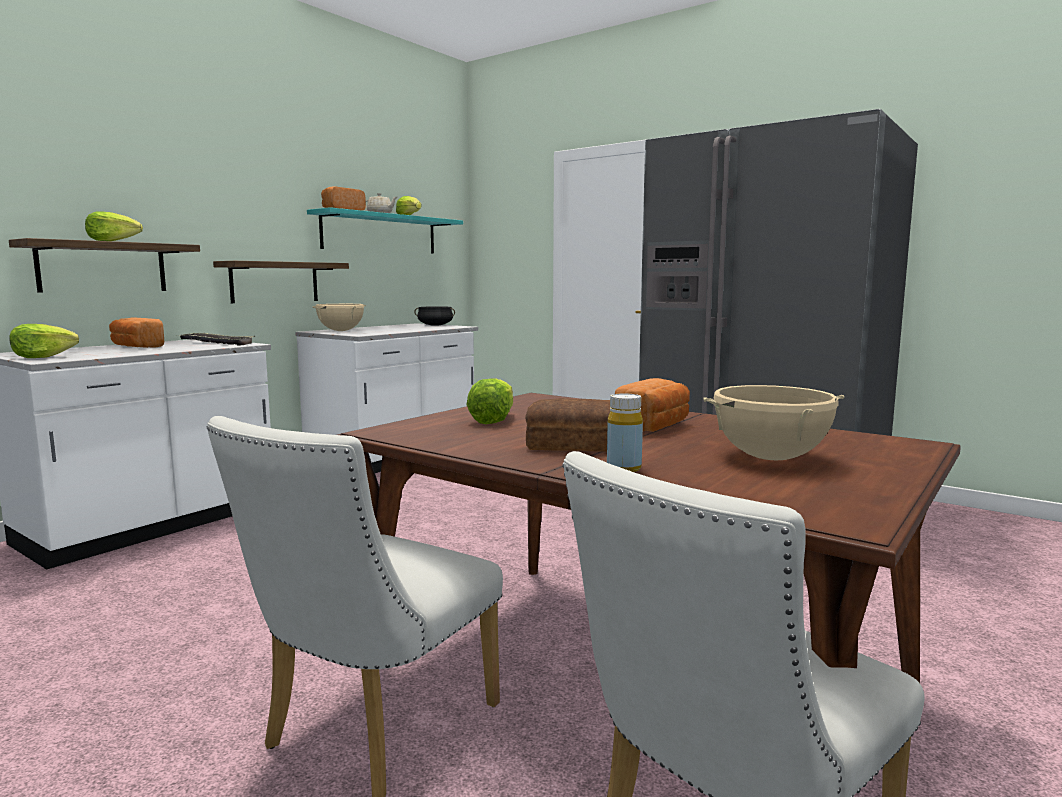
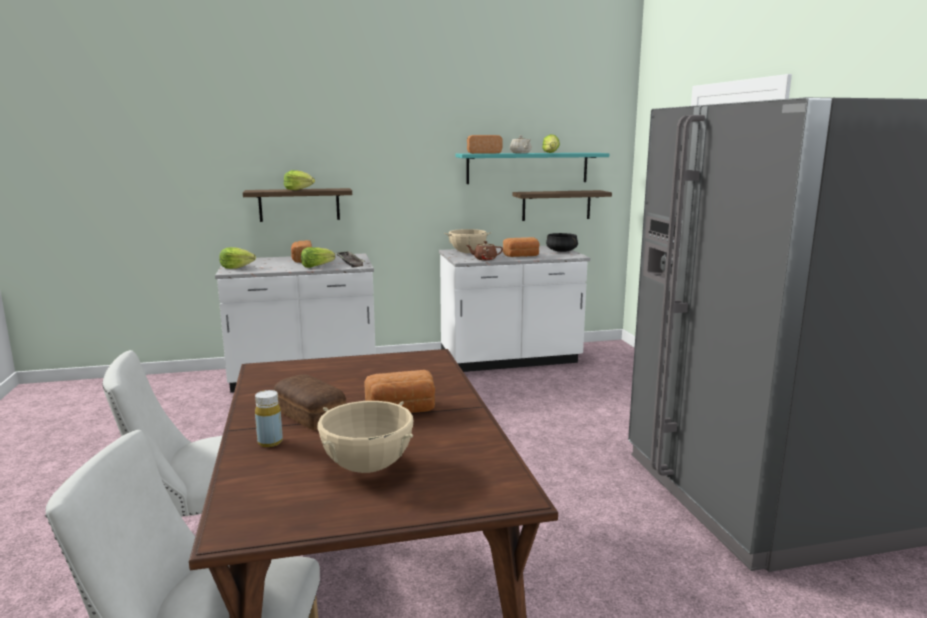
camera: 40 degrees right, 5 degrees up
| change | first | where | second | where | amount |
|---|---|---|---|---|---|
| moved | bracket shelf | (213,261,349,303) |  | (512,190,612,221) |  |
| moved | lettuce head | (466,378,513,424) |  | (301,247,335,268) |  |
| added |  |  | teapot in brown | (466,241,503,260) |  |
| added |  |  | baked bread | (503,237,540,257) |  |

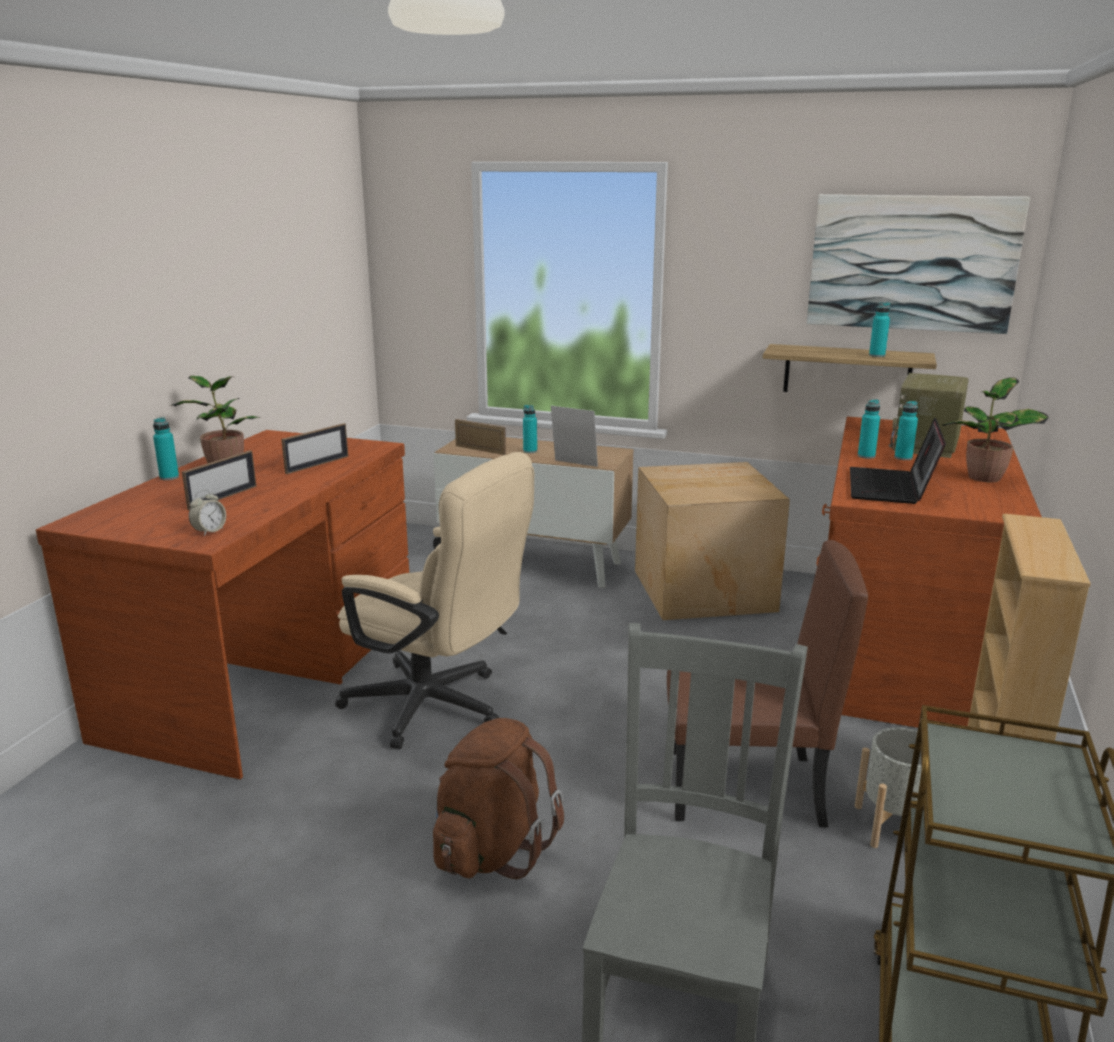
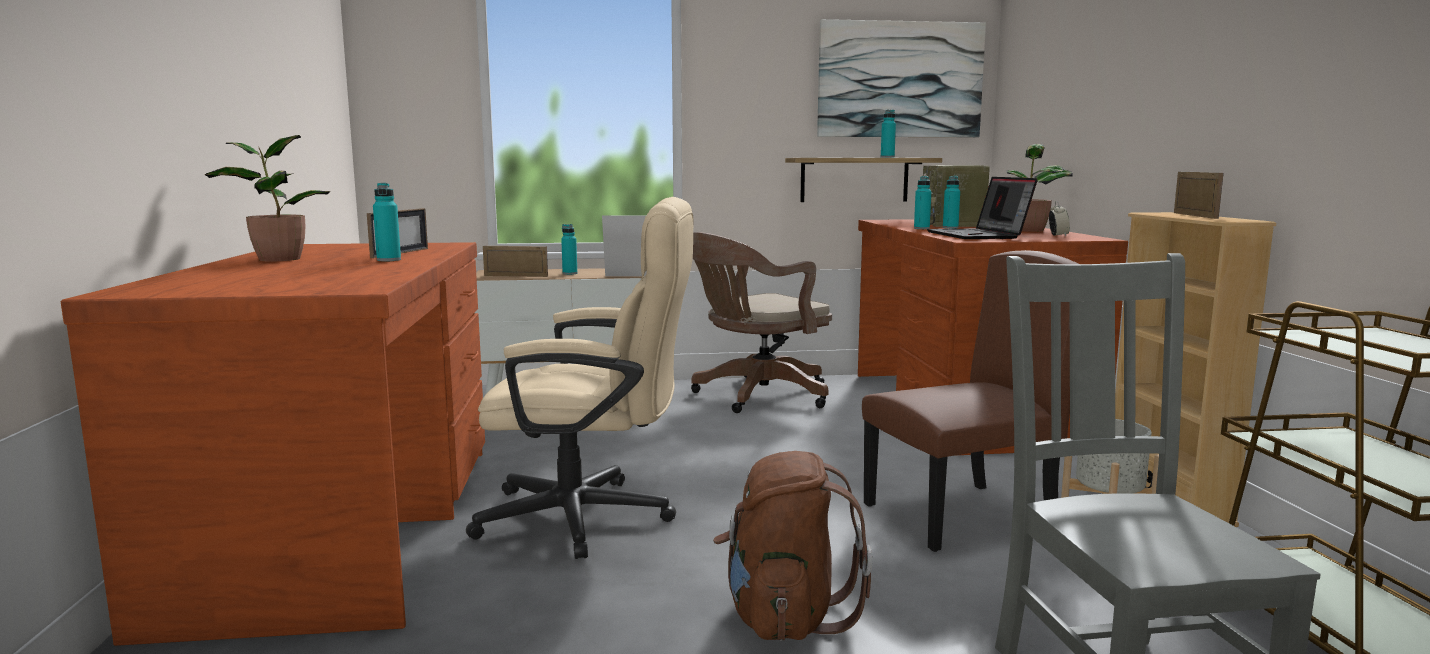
camera: 25 degrees left, 10 degrees down
| change | first | where | second | where | amount |
|---|---|---|---|---|---|
| moved | drink bottle in turquoise | (153,417,179,480) |  | (373,183,401,261) |  |
| moved | photo frame | (182,450,256,510) |  | (1174,172,1224,219) |  |
| moved | bedside clock | (189,489,226,536) |  | (1049,201,1070,236) |  |
| replaced | packing box | (635,462,790,620) | computer chair in brown | (691,232,832,413) |  |

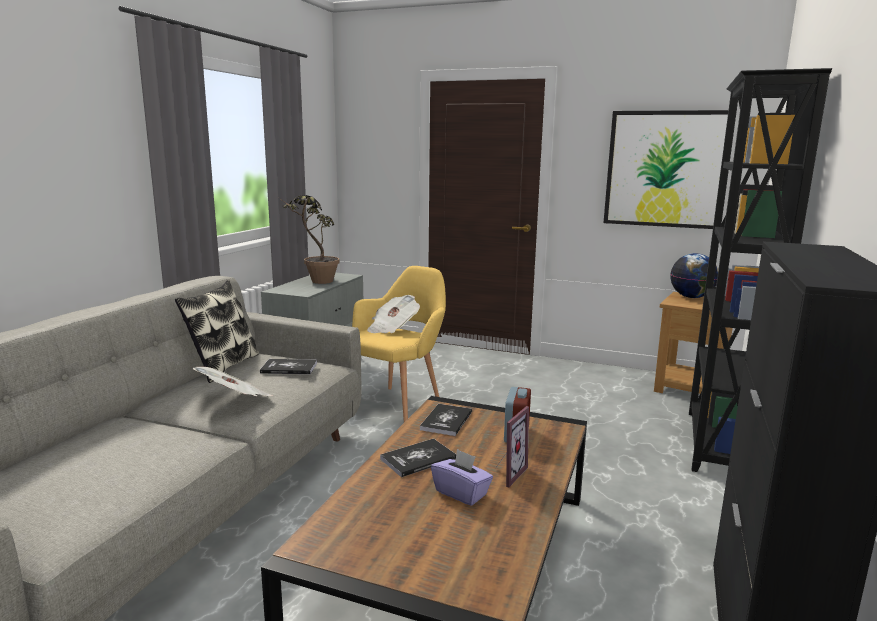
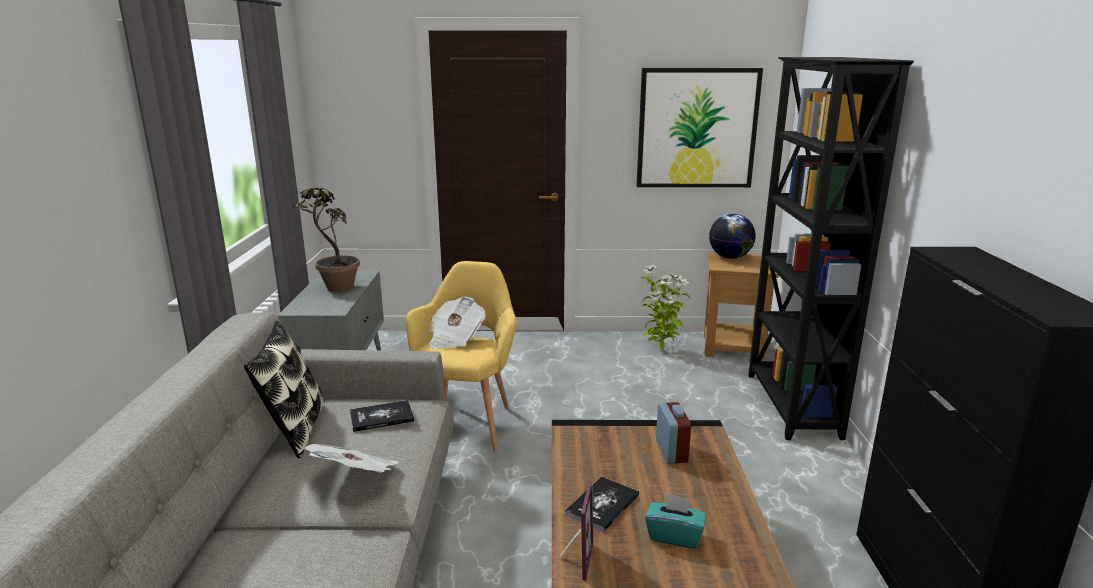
camera: 20 degrees left, 5 degrees up
| change | first | where | second | where | amount |
|---|---|---|---|---|---|
| removed | bound book | (420,404,472,436) |  |  |  |
| recoloured | box of tissues in purplish | (431,449,493,506) | box of tissues in turquoise | (645,493,706,549) |  |
| moved | photo frame | (495,406,529,487) |  | (560,481,593,580) |  |
| added |  |  | houseplant | (641,265,690,351) |  |

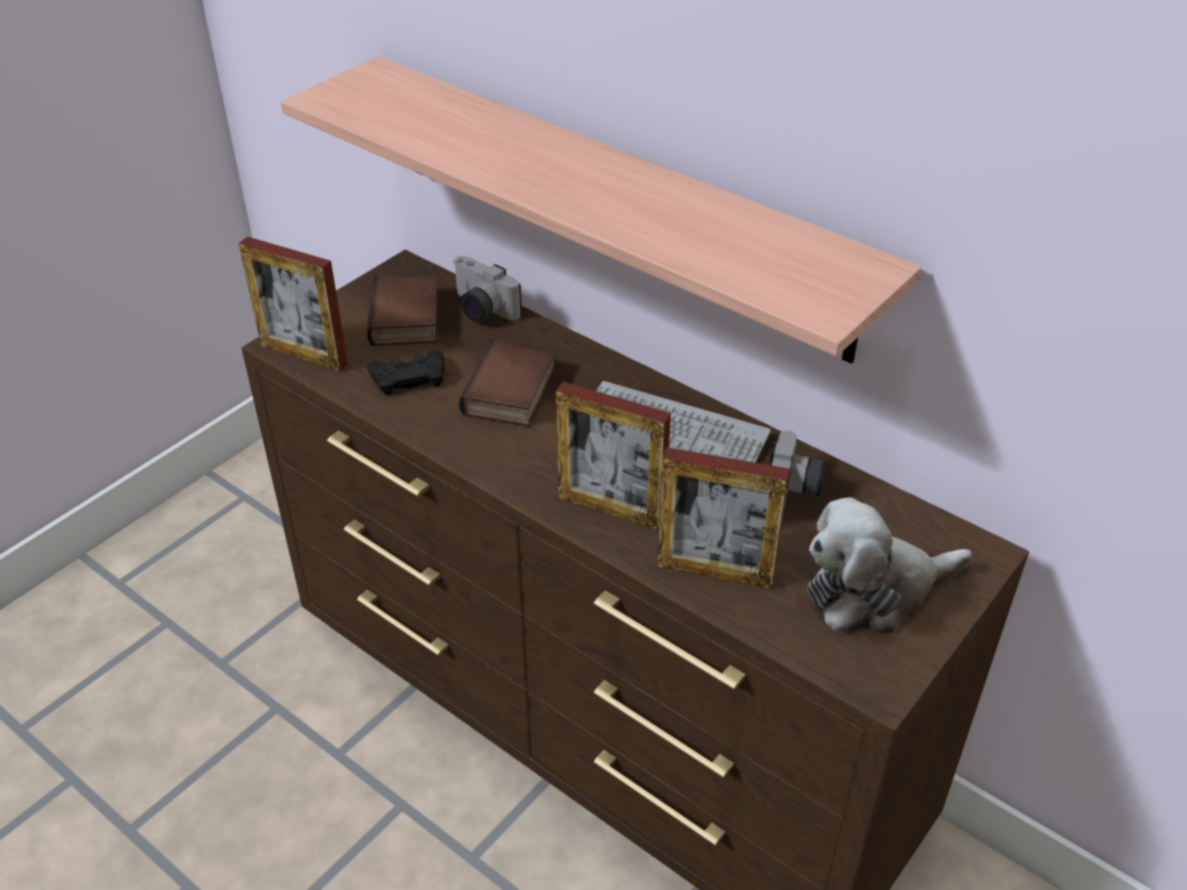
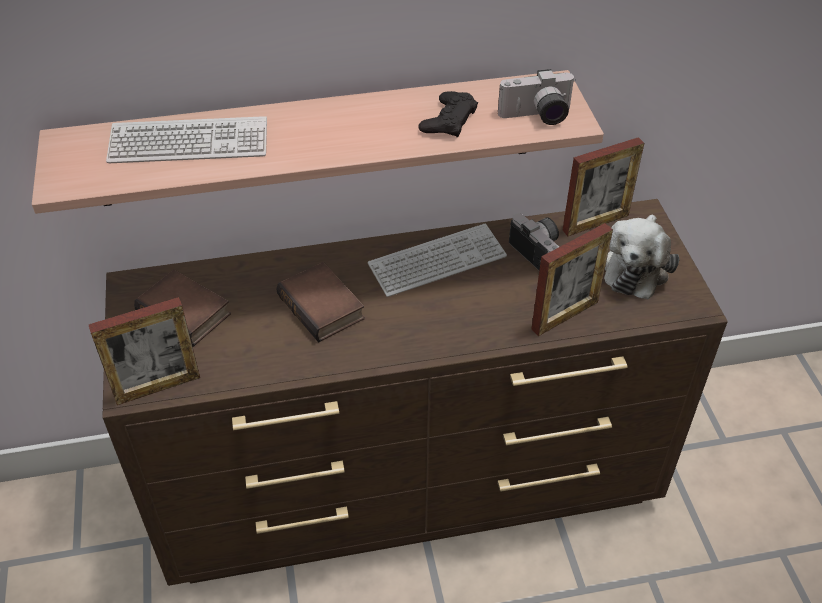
camera: 50 degrees left, 5 degrees up
| change | first | where | second | where | amount |
|---|---|---|---|---|---|
| moved | gamepad in black-coloured | (367,350,445,395) |  | (418,91,478,138) |  |
| moved | photo camera | (453,256,522,322) |  | (498,69,576,125) |  |
| moved | photo frame | (556,382,671,531) |  | (563,137,644,236) |  |
| added |  |  | keyboard | (106,116,267,163) |  |

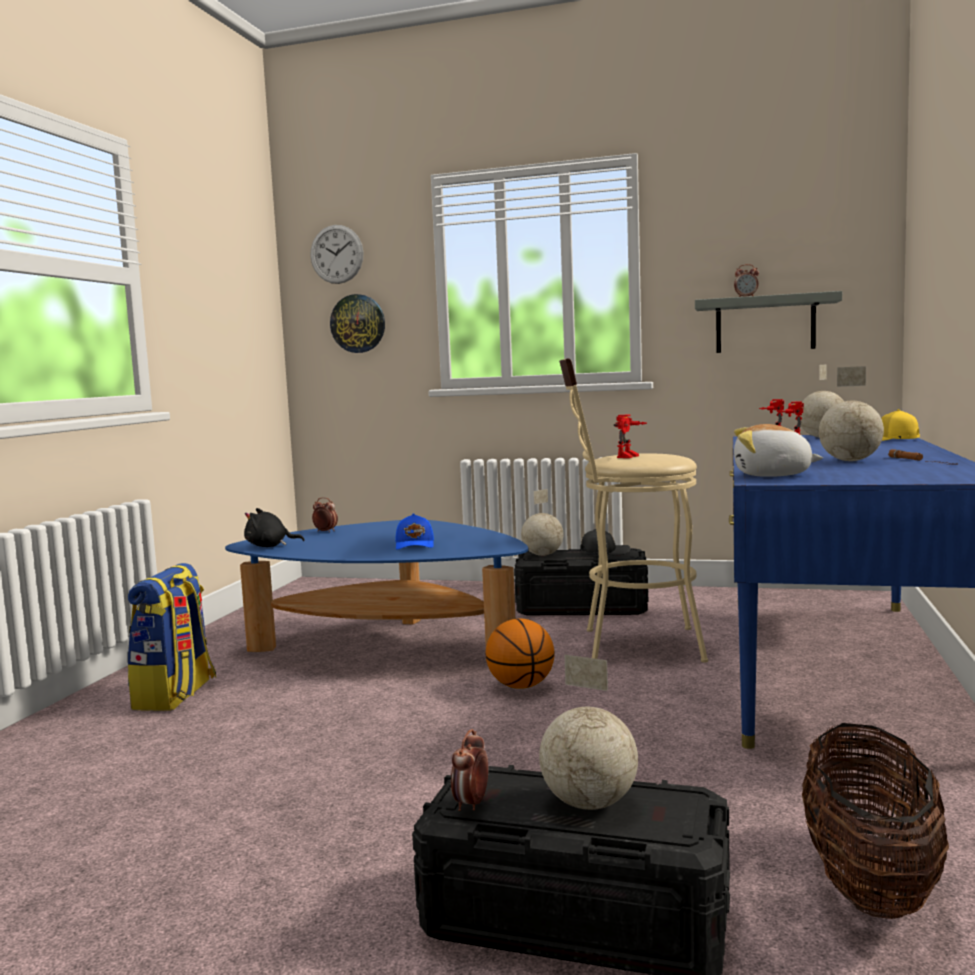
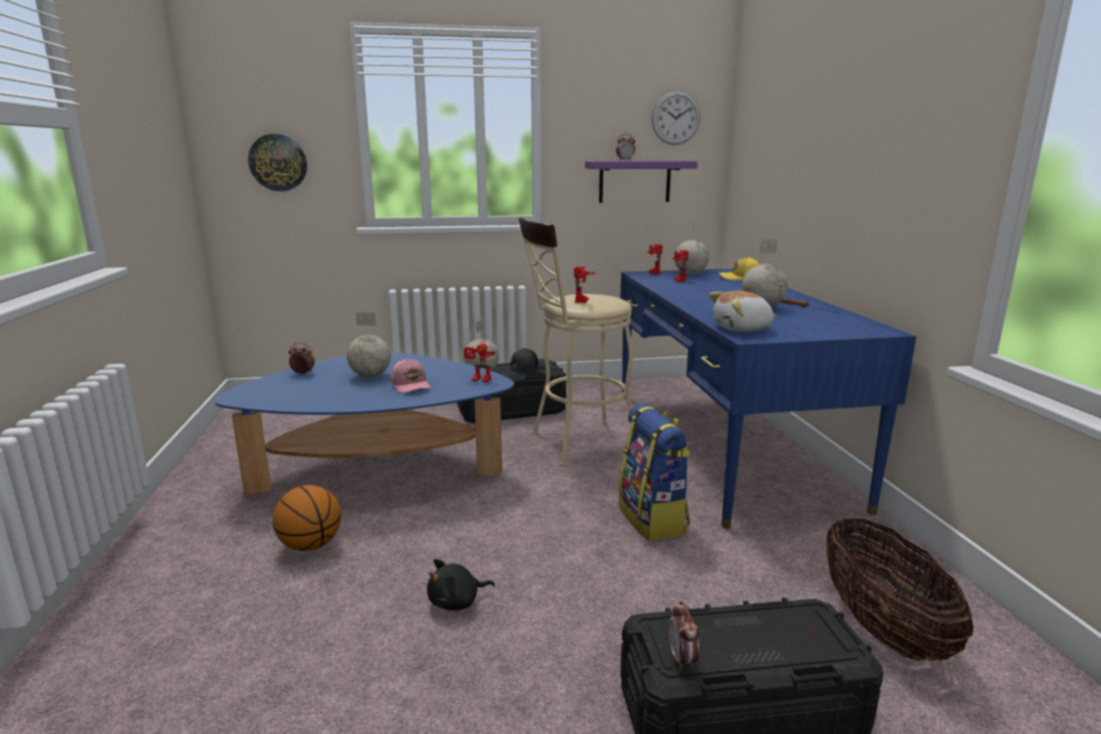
camera: 25 degrees left, 10 degrees up
| change | first | where | second | where | amount |
|---|---|---|---|---|---|
| moved | backpack | (127,563,216,711) |  | (618,403,691,541) |  |
| moved | plush toy in black-coloured | (244,508,305,547) |  | (427,559,495,611) |  |
| moved | wall clock | (310,225,364,284) |  | (652,91,700,145) |  |
| recoloured | baseball cap in blue | (396,513,434,550) | baseball cap in pink-coloured | (391,358,431,393) |  |
| moved | ball for basketball | (486,619,555,689) |  | (273,485,341,551) |  |
| moved | world globe | (539,655,638,810) |  | (347,312,391,377) |  |
| recoloured | bracket shelf in greyish | (695,291,842,353) | bracket shelf in purplish | (585,161,698,203) |  |
| added |  |  | model robot | (464,344,495,382) |  |

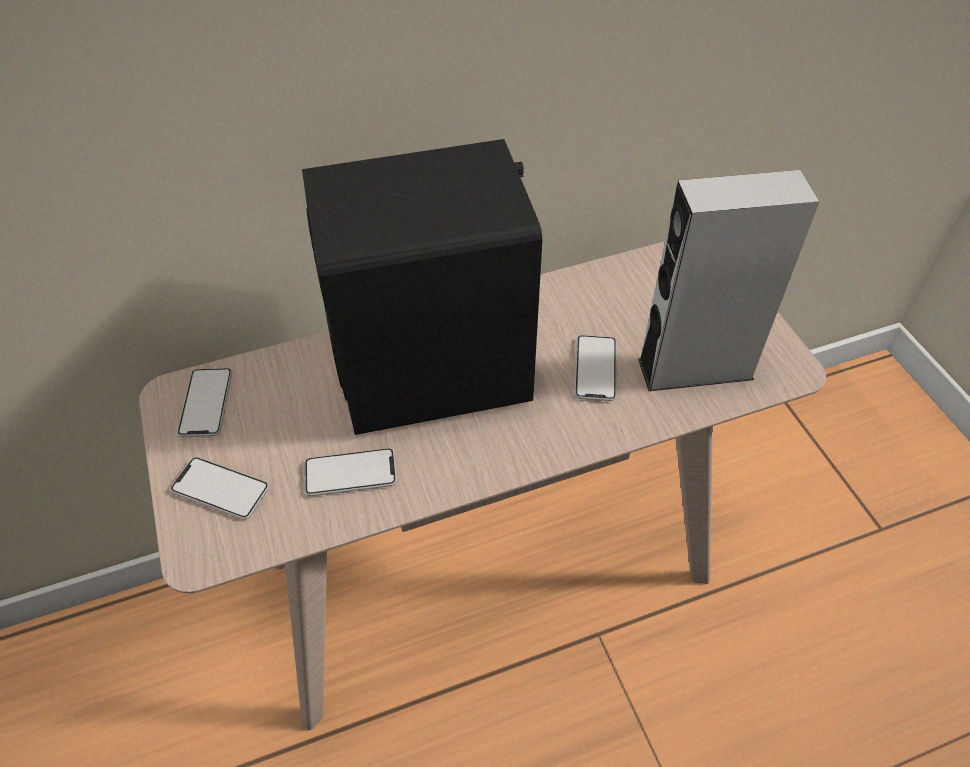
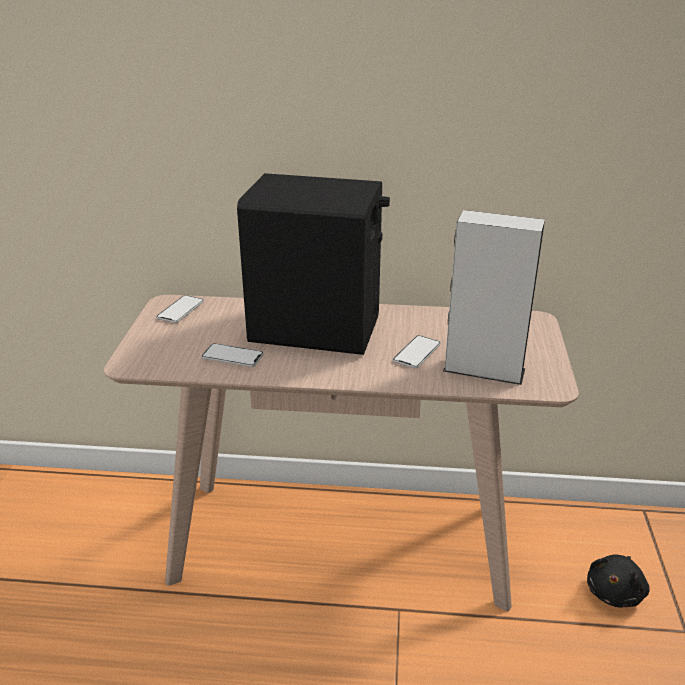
camera: 25 degrees right, 20 degrees down
| change | first | where | second | where | amount |
|---|---|---|---|---|---|
| removed | handset | (171,457,269,520) |  |  |  |
| added |  |  | plush toy in black-coloured | (587,554,650,608) |  |

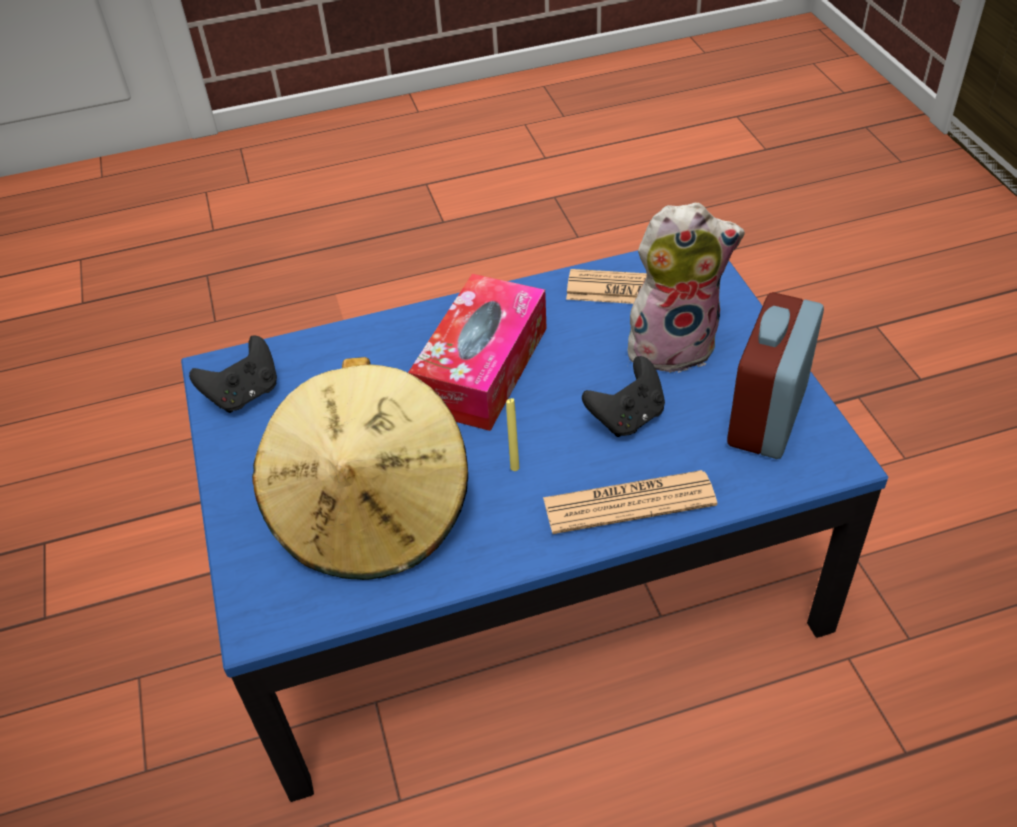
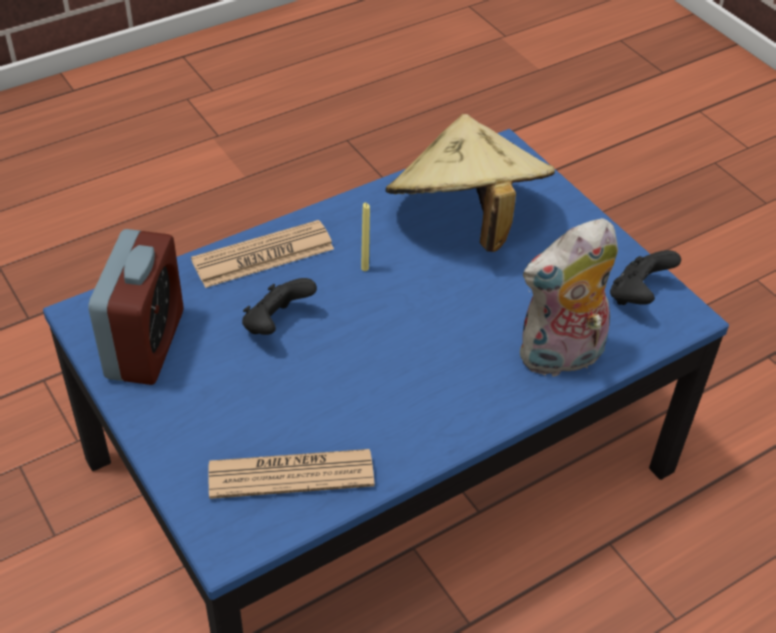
camera: 160 degrees right, 0 degrees up
| change | first | where | second | where | amount |
|---|---|---|---|---|---|
| removed | box of tissues | (408,274,547,431) |  |  |  |
| moved | plush toy | (628,202,745,374) |  | (520,218,618,377) |  |

